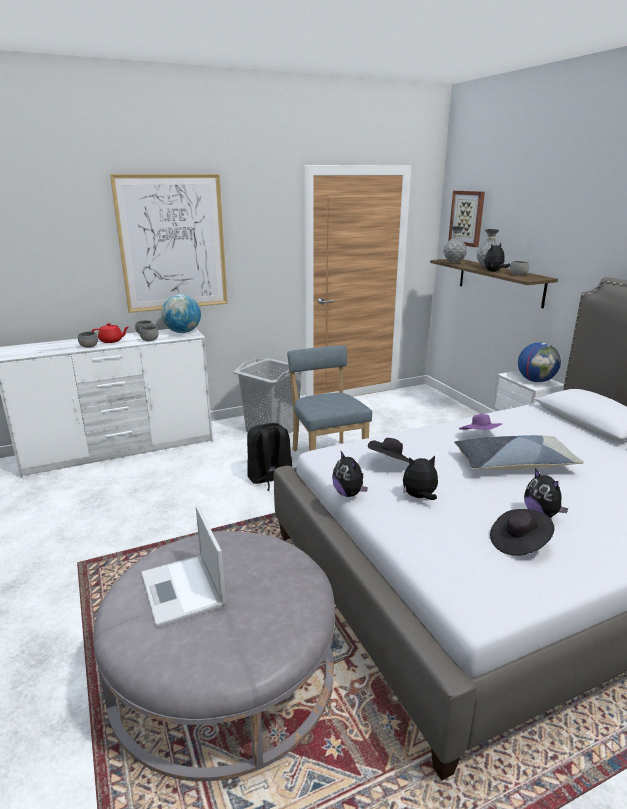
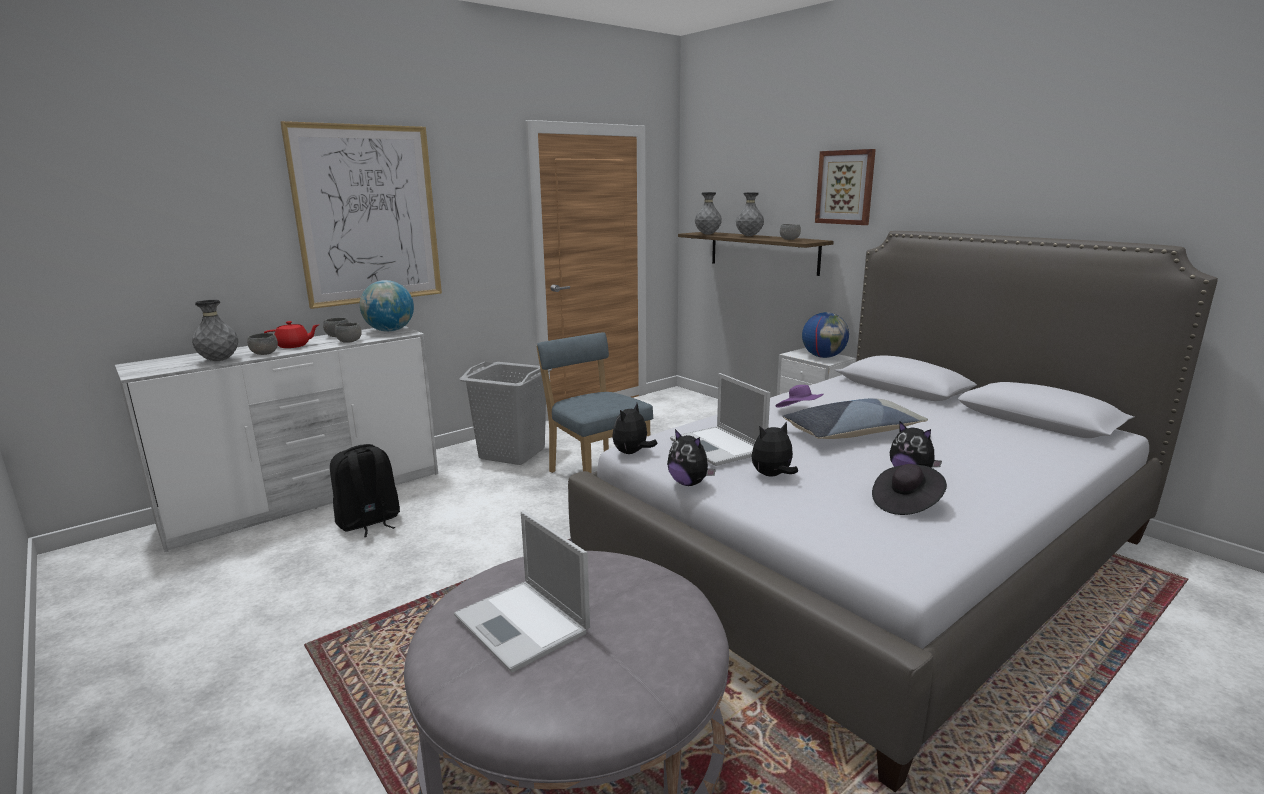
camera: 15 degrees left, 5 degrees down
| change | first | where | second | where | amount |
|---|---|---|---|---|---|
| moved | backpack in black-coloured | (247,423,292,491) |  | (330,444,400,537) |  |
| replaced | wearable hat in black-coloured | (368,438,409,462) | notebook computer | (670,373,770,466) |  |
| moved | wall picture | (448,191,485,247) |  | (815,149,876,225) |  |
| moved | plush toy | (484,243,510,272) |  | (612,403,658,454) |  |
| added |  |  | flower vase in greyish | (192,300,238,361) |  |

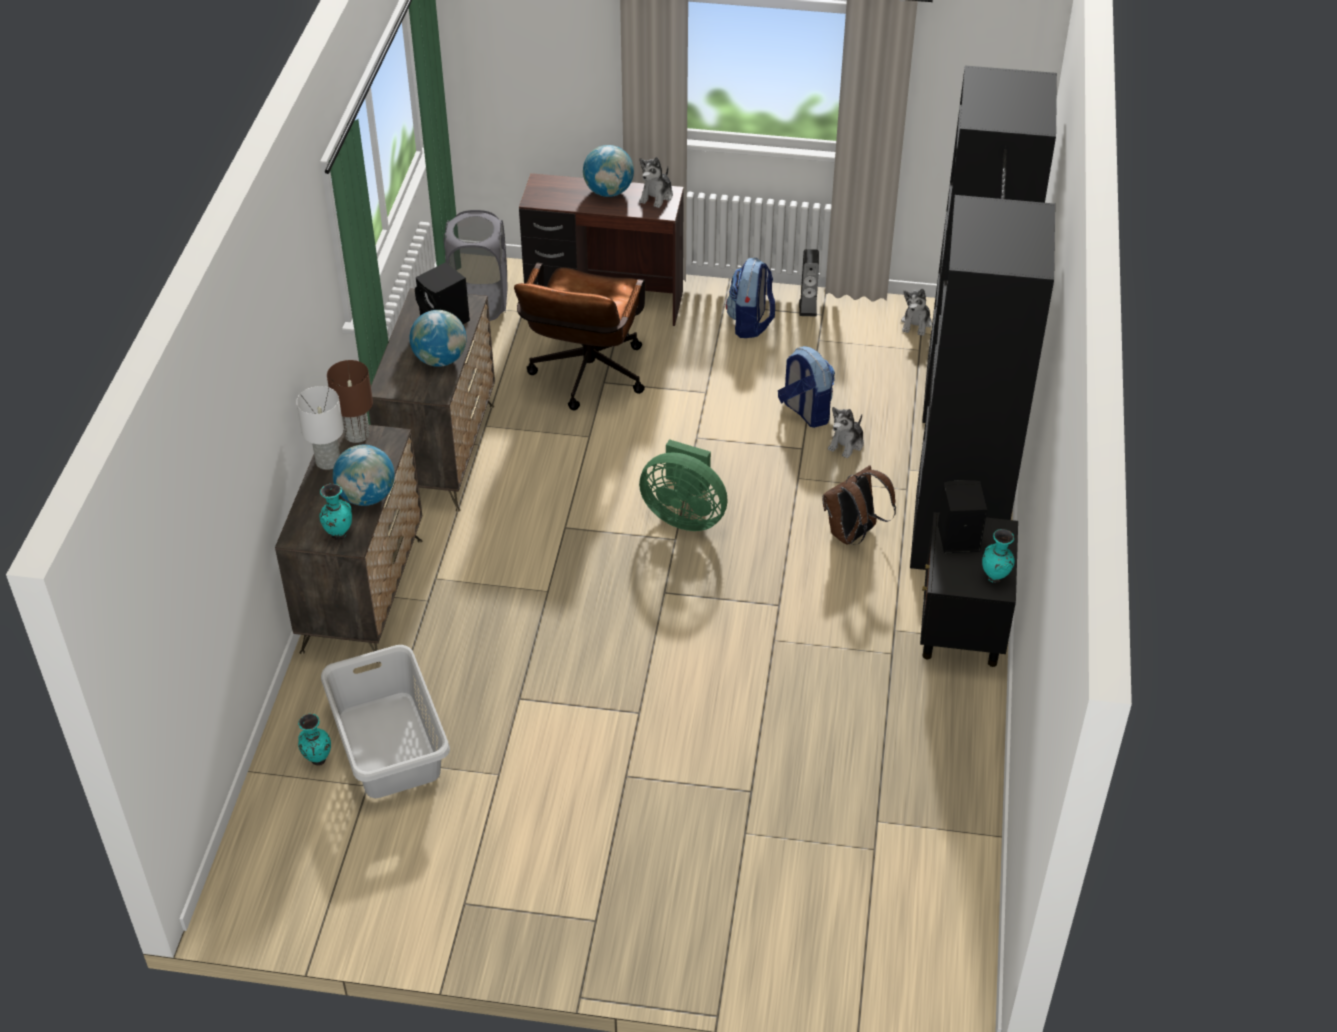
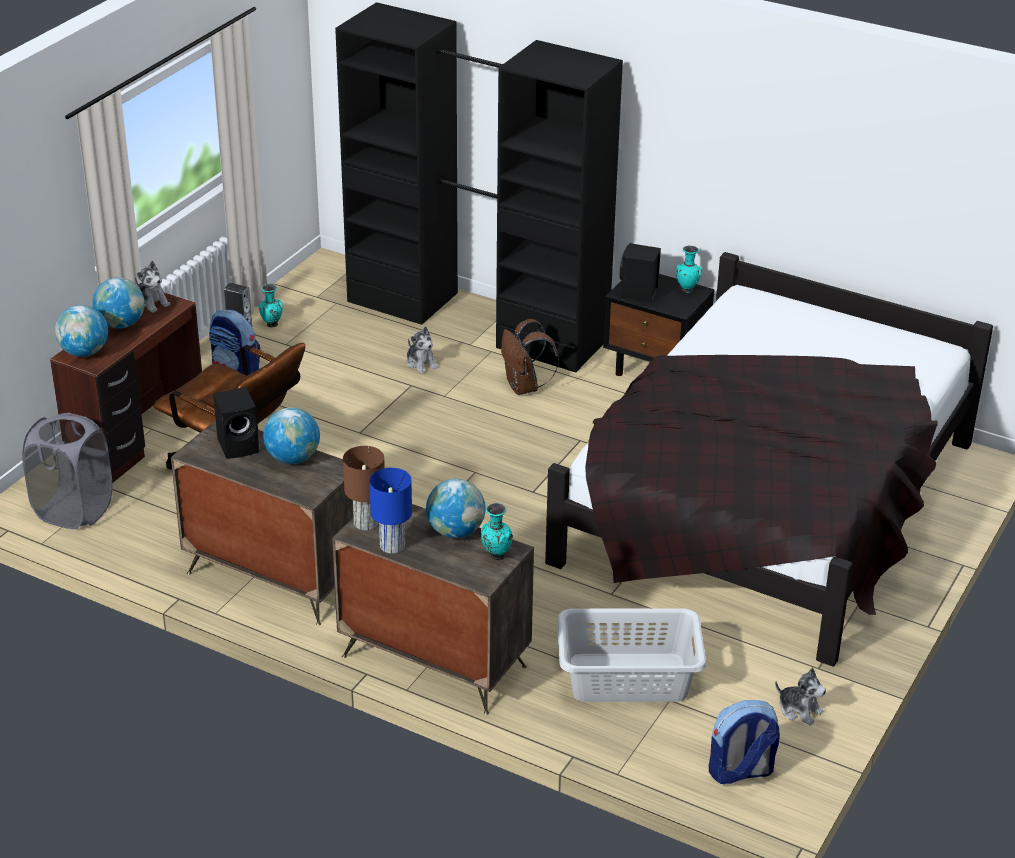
camera: 70 degrees left, 10 degrees down
| change | first | where | second | where | amount |
|---|---|---|---|---|---|
| recoloured | tabletop lamp in white | (296,386,344,470) | tabletop lamp in blue | (369,468,412,554) |  |
| moved | flower vase in turquoise | (298,714,331,766) |  | (258,284,283,327) |  |
| removed | fan in greenish | (639,439,727,531) |  |  |  |
| moved | backpack | (778,346,835,428) |  | (709,700,780,784) |  |
| moved | plush toy | (901,289,932,336) |  | (775,668,826,726) |  |
| added |  |  | world globe | (55,305,108,357) |  |
| added |  |  | sleeping bed in black-coloured | (545,252,993,667) |  |

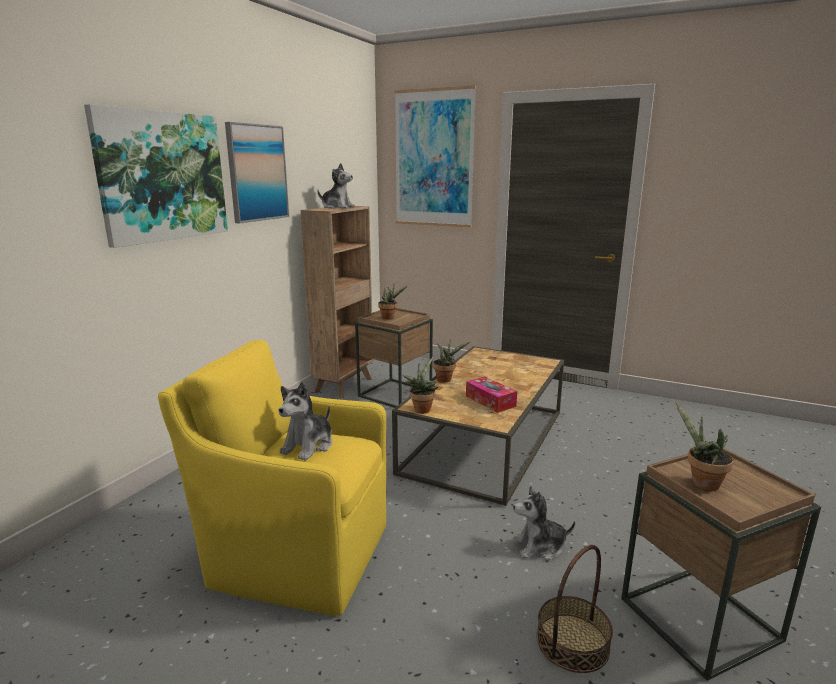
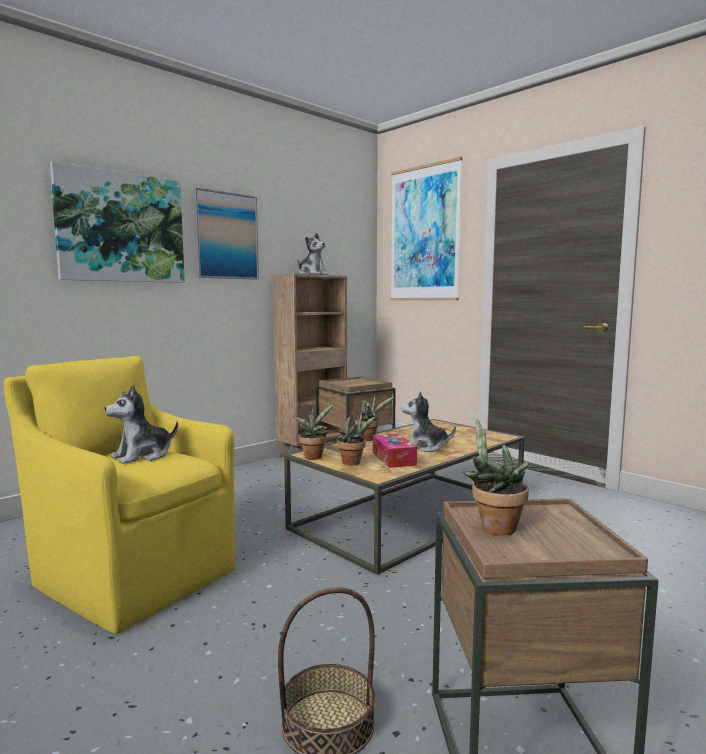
camera: 20 degrees right, 10 degrees down
| change | first | where | second | where | amount |
|---|---|---|---|---|---|
| moved | houseplant | (378,285,407,320) |  | (337,411,376,465) |  |
| moved | plush toy | (513,486,575,561) |  | (401,392,456,452) |  |

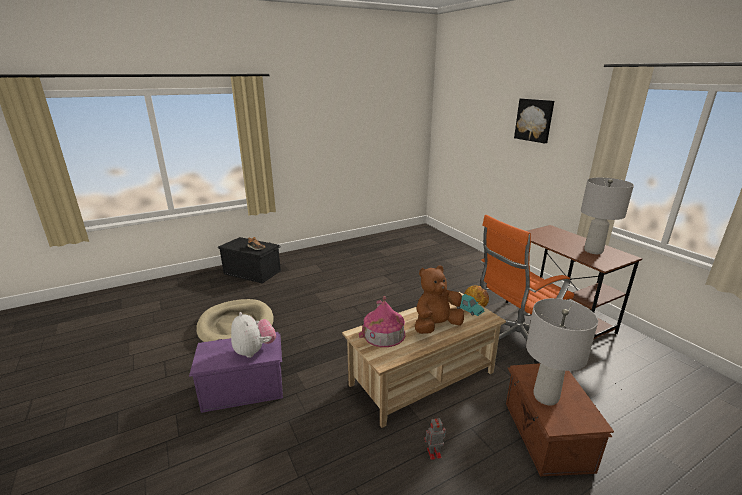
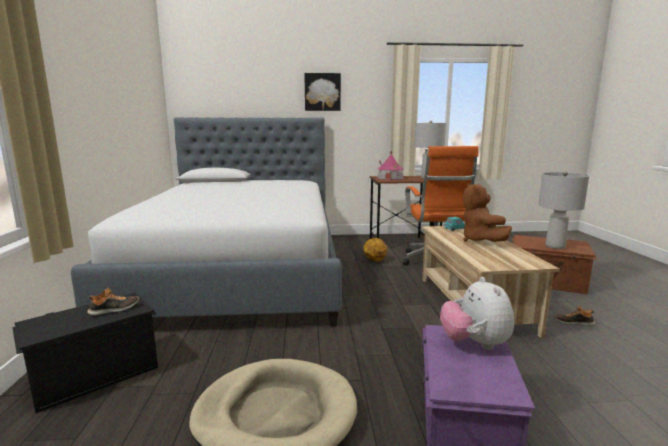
camera: 65 degrees left, 10 degrees down
| change | first | where | second | where | amount |
|---|---|---|---|---|---|
| turned | plush toy | (231,312,276,358) |  | (440,277,514,350) | 90 degrees counterclockwise |
| moved | toy house | (359,296,406,347) |  | (377,151,404,180) |  |
| replaced | model robot | (424,417,446,460) | item of footwear | (555,305,595,326) |  |
| added |  |  | sleeping bed | (71,117,342,327) |  |

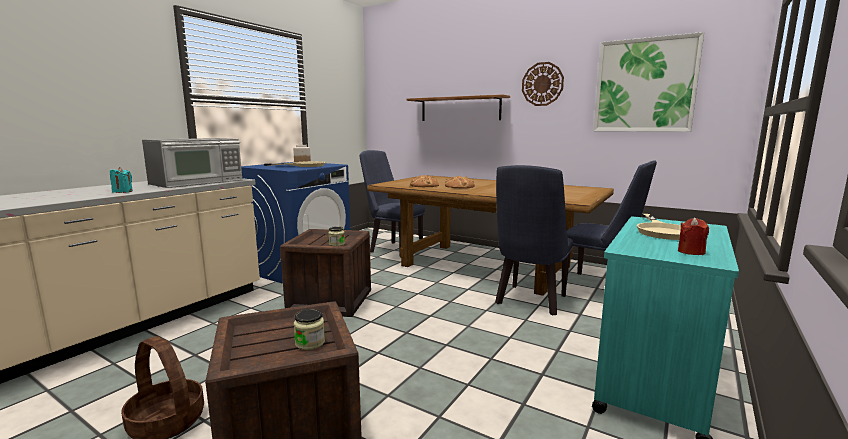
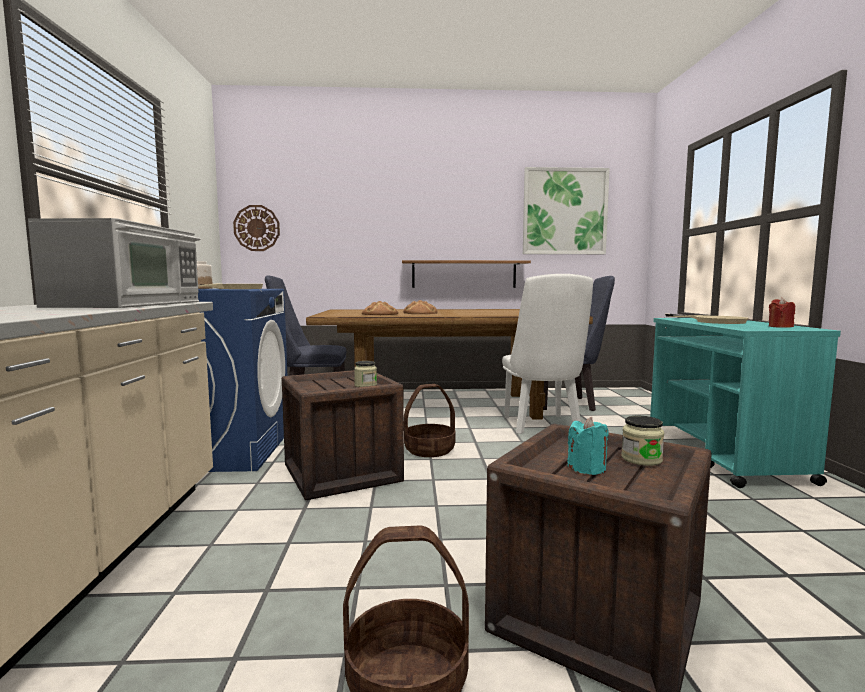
camera: 35 degrees left, 5 degrees down
| change | first | where | second | where | amount |
|---|---|---|---|---|---|
| moved | wax candle in turquoise | (110,167,133,193) |  | (567,417,609,475) |  |
| moved | bracket shelf | (406,94,510,121) |  | (402,260,531,288) |  |
| recoloured | chair in blue | (495,165,573,315) | chair in white | (502,274,593,434) |  |
| moved | wall clock | (522,62,564,106) |  | (233,205,280,251) |  |
| added |  |  | household basket | (404,384,456,457) |  |

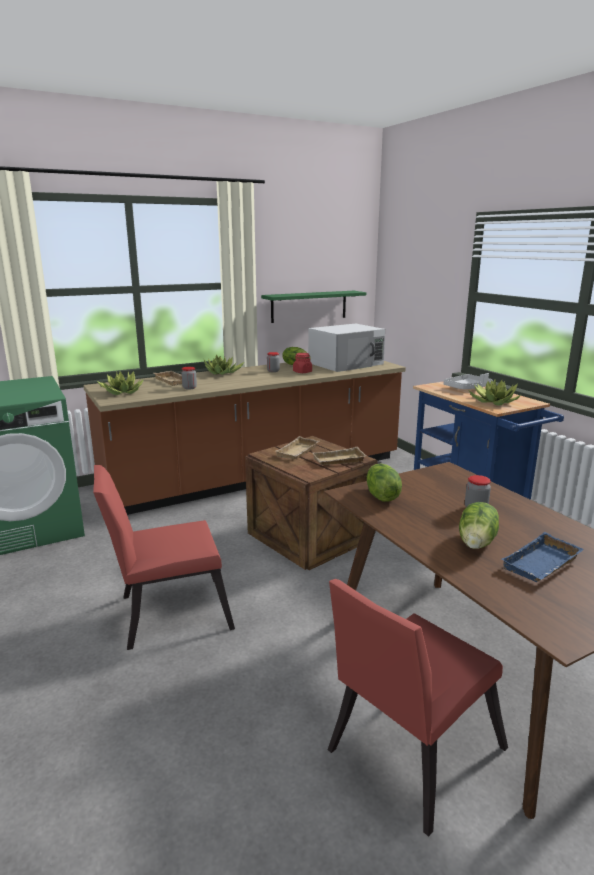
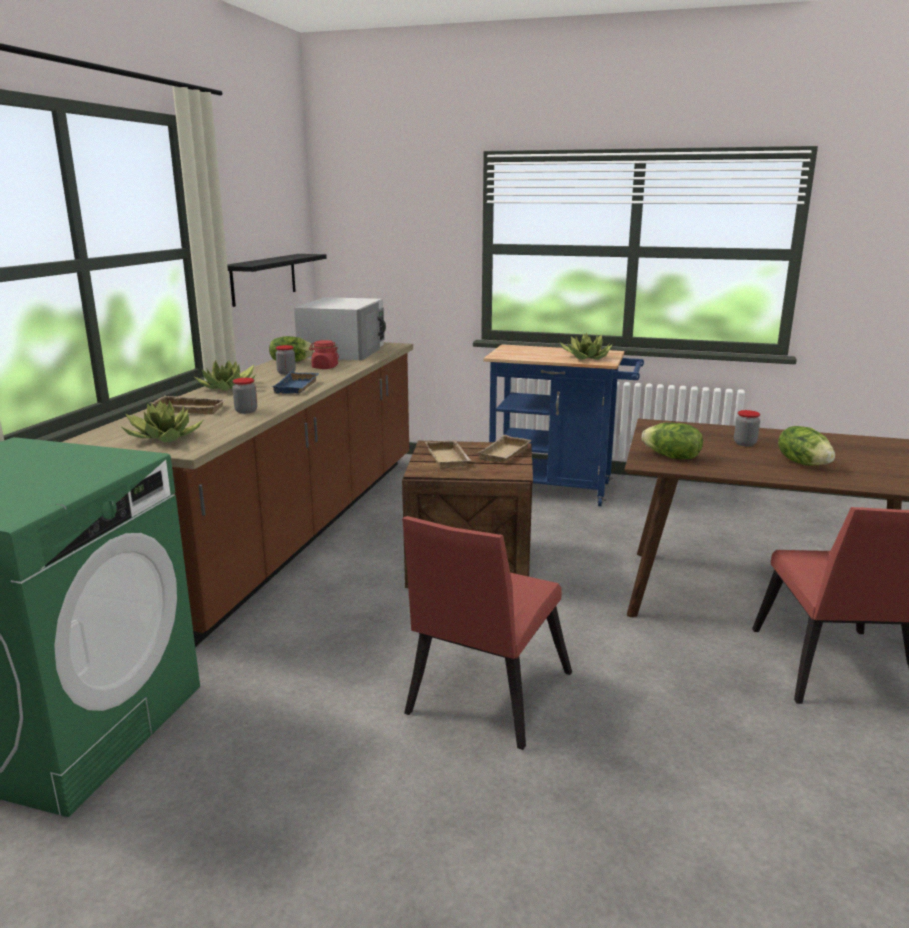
camera: 45 degrees left, 0 degrees up
| change | first | where | second | where | amount |
|---|---|---|---|---|---|
| recoloured | bracket shelf in greenish | (261,291,366,323) | bracket shelf in black-coloured | (227,254,327,307) |  |
| removed | carrying tray in greyish | (443,373,492,389) |  |  |  |
| moved | carrying tray in blue | (501,532,584,582) |  | (271,371,319,394) |  |

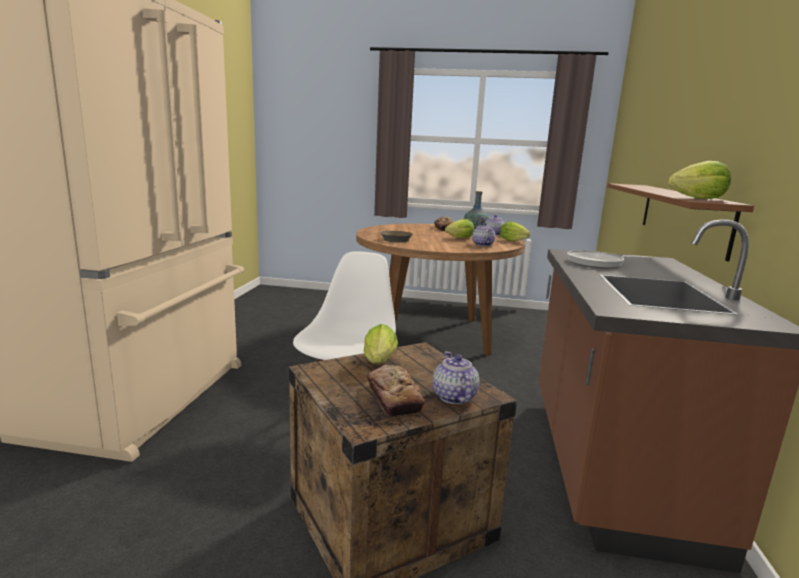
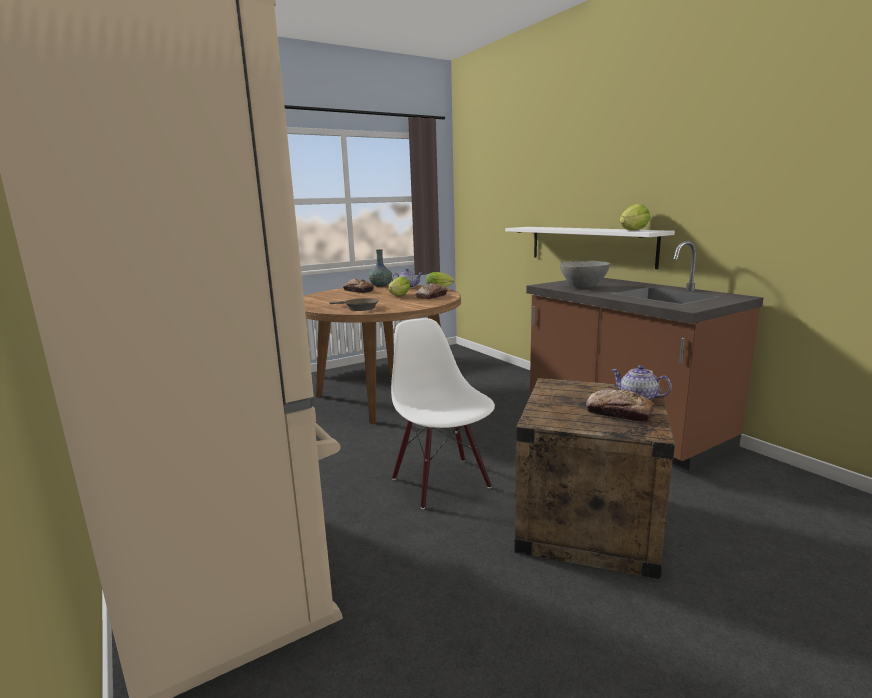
camera: 40 degrees left, 0 degrees up
| change | first | where | second | where | amount |
|---|---|---|---|---|---|
| removed | lettuce head | (364,324,398,364) |  |  |  |
| replaced | teapot | (472,223,495,246) | baked bread | (415,283,448,299) |  |
| replaced | pan | (567,250,652,268) | serving bowl in greyish | (559,261,610,288) |  |
| recoloured | bracket shelf in brown | (607,183,754,261) | bracket shelf in white | (505,227,675,270) |  |

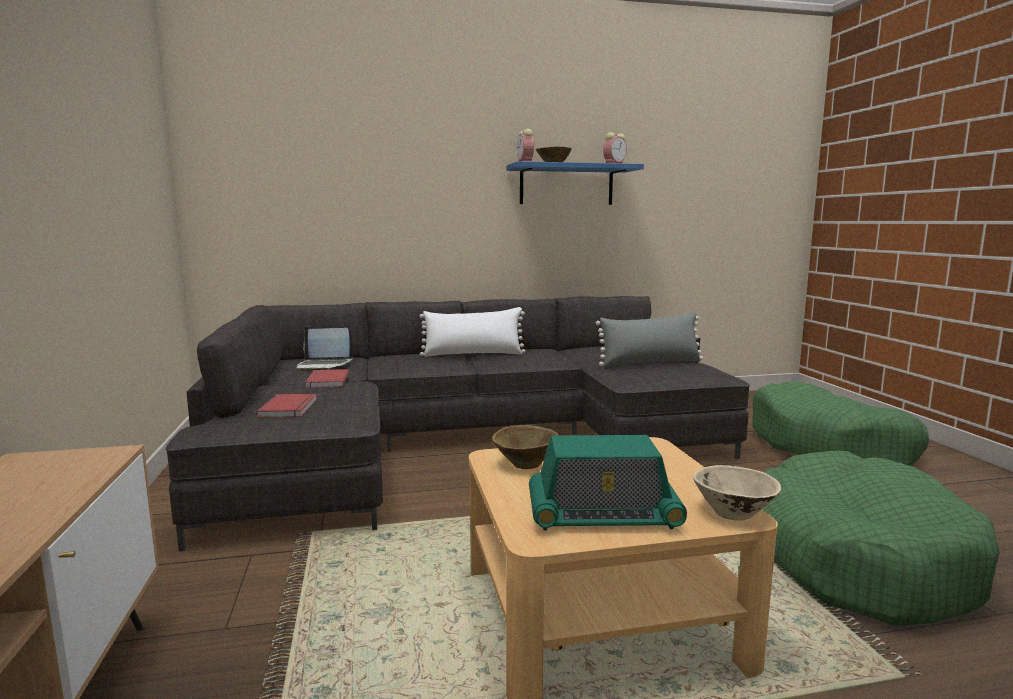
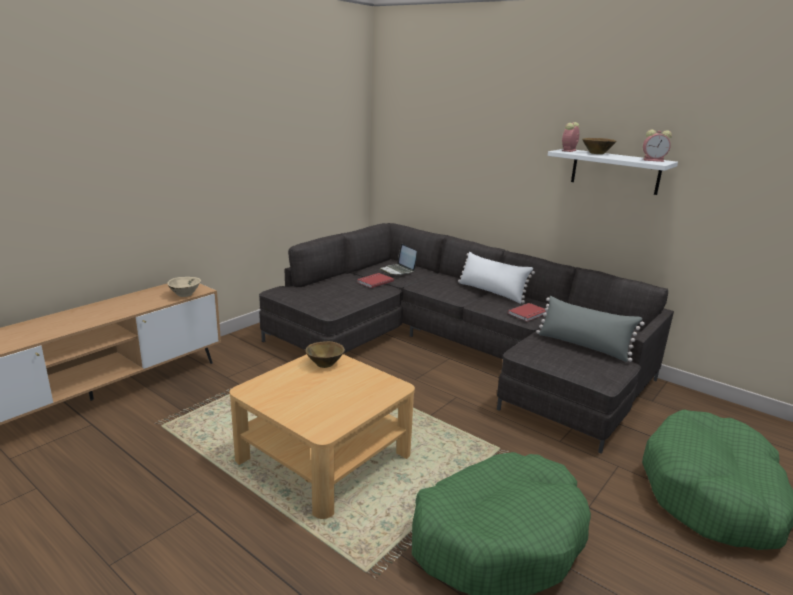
camera: 50 degrees right, 10 degrees up
| change | first | where | second | where | amount |
|---|---|---|---|---|---|
| moved | bound book in reddish | (257,394,317,417) |  | (508,303,547,322) |  |
| recoloured | bracket shelf in blue | (506,161,644,205) | bracket shelf in white | (548,149,678,195) |  |
| removed | radio | (529,435,687,530) |  |  |  |
| moved | serving bowl in beige | (693,465,781,520) |  | (167,277,201,297) |  |

